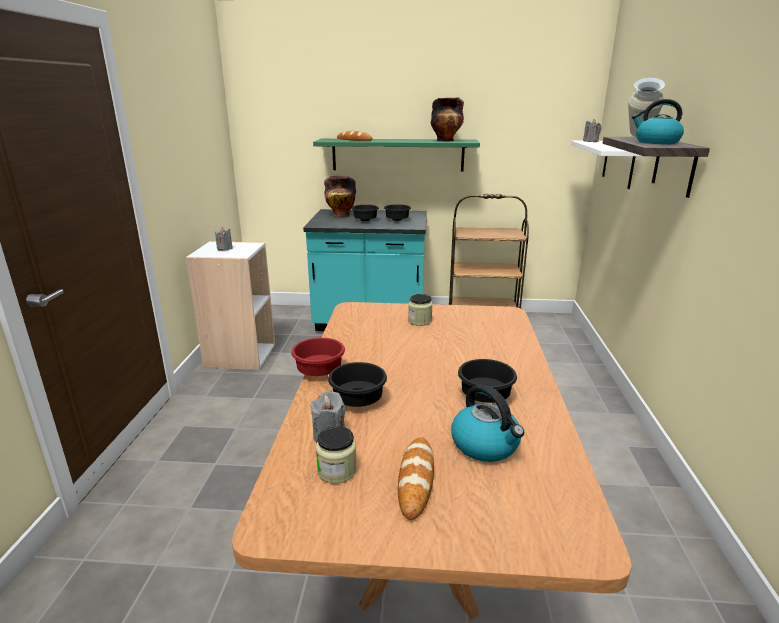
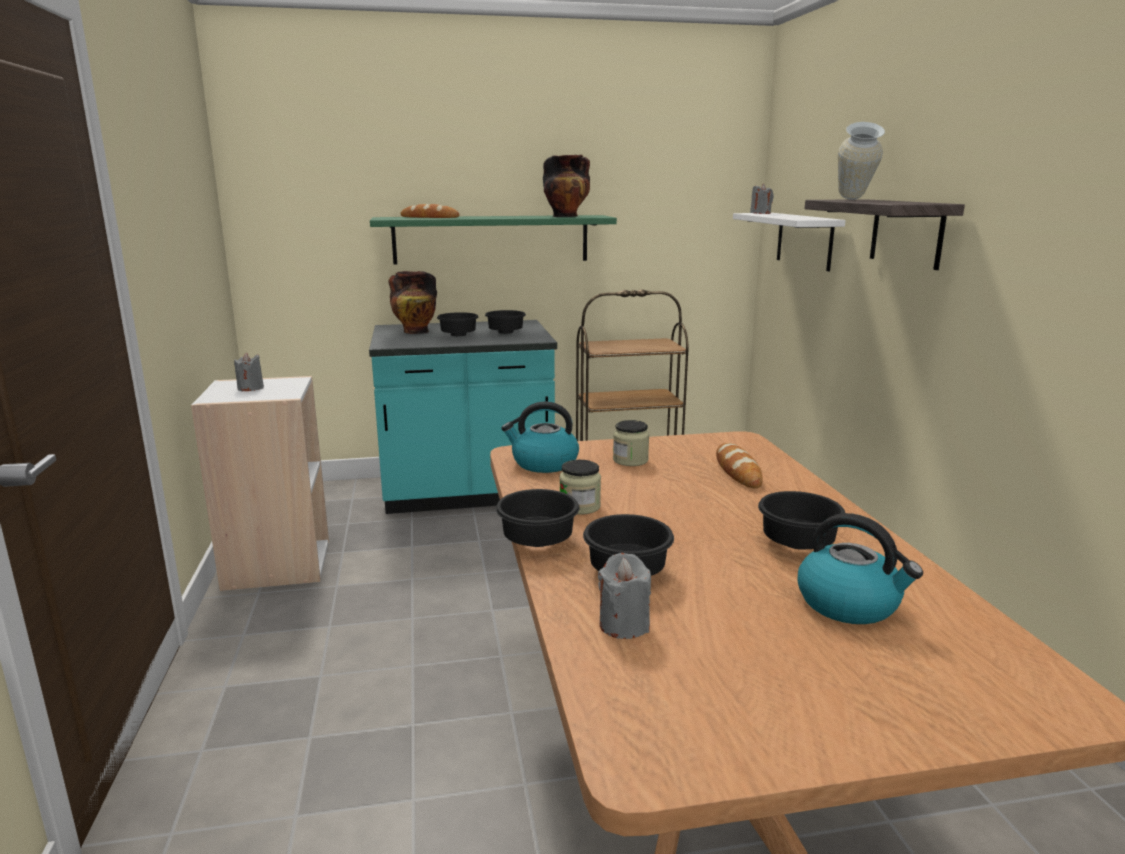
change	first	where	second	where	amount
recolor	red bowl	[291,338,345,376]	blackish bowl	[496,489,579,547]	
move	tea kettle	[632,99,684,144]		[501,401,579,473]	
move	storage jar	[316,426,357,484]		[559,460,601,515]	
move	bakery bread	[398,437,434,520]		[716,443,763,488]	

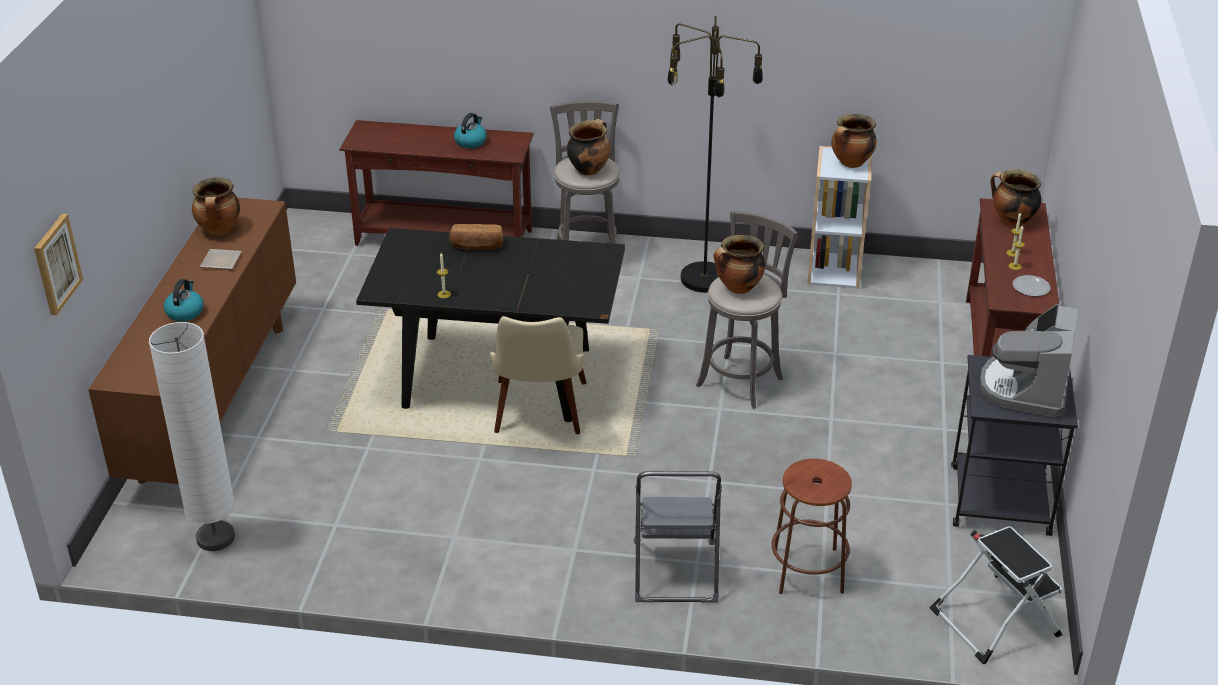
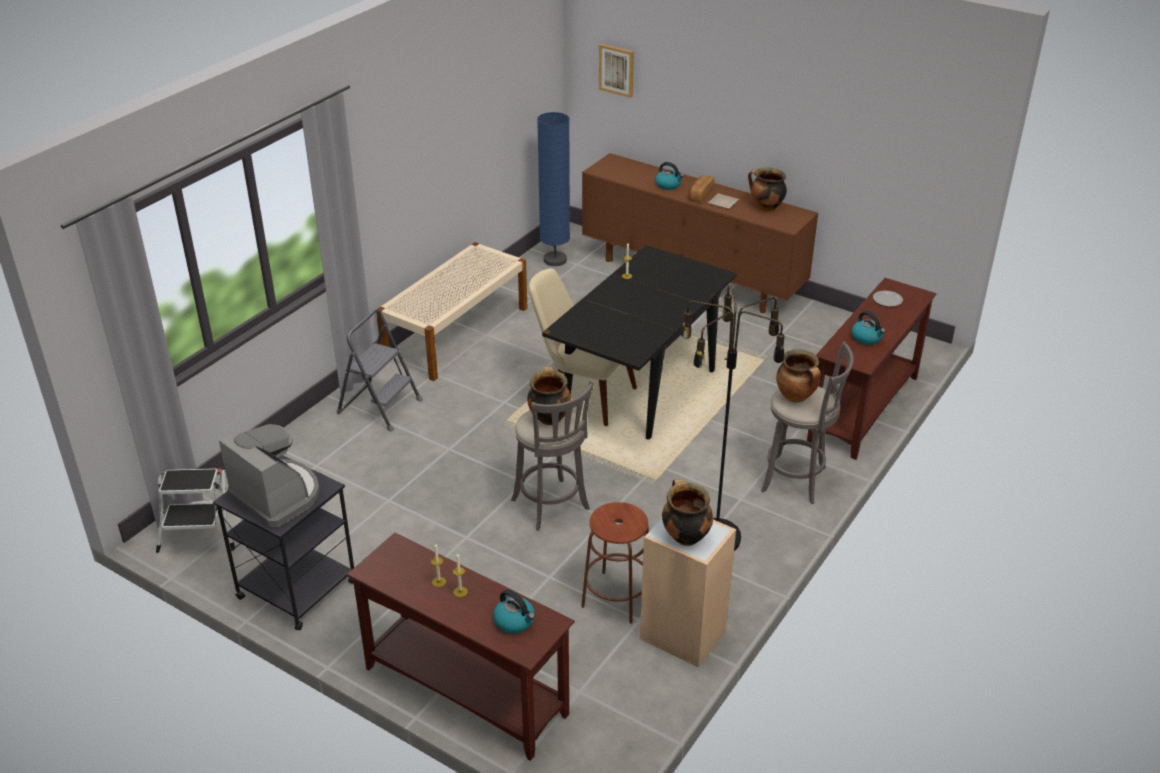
change	first	where	second	where	amount
insert			beige bench	[376,242,527,381]	
replace	cooking pot	[990,169,1041,226]	tea kettle	[493,590,535,634]	
recolor	white-coloured standing lamp	[149,322,235,551]	bluish standing lamp	[537,112,570,266]	
move	brown-coloured stool	[772,459,852,594]		[581,502,649,624]	
move	bakery bread	[449,224,503,250]		[689,175,714,202]	
move	plate	[1013,275,1051,296]		[873,291,903,307]	

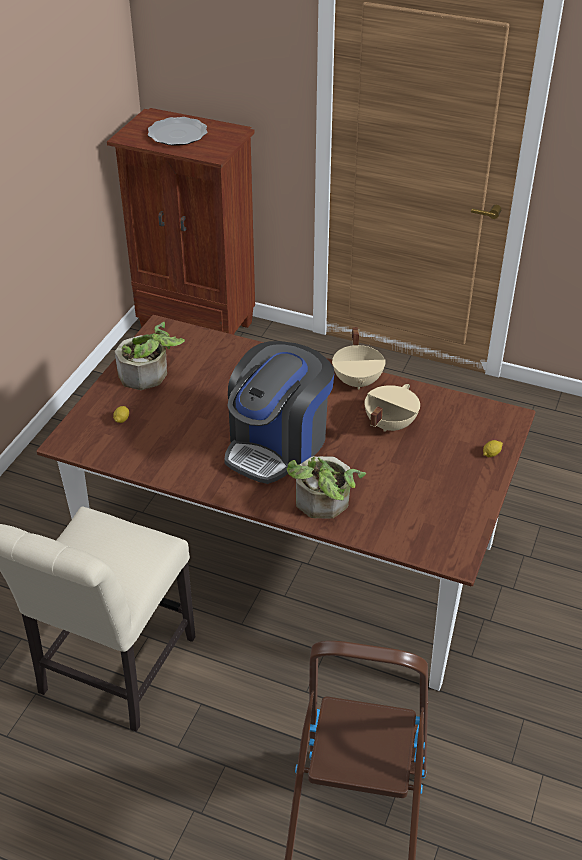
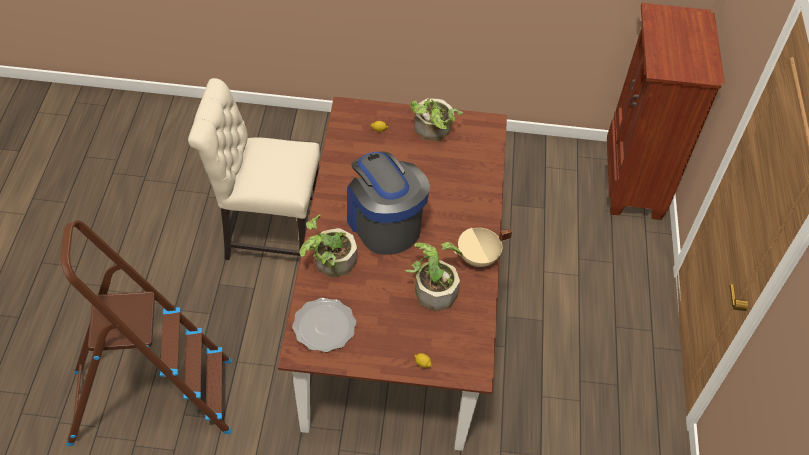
change	first	where	second	where	amount
move	plate	[148,117,207,146]		[292,298,356,352]	
rotate	coffee maker	[224,341,335,484]		[347,151,430,255]	45 degrees clockwise
replace	beige cooking pot	[364,384,420,432]	houseplant	[405,242,463,311]	

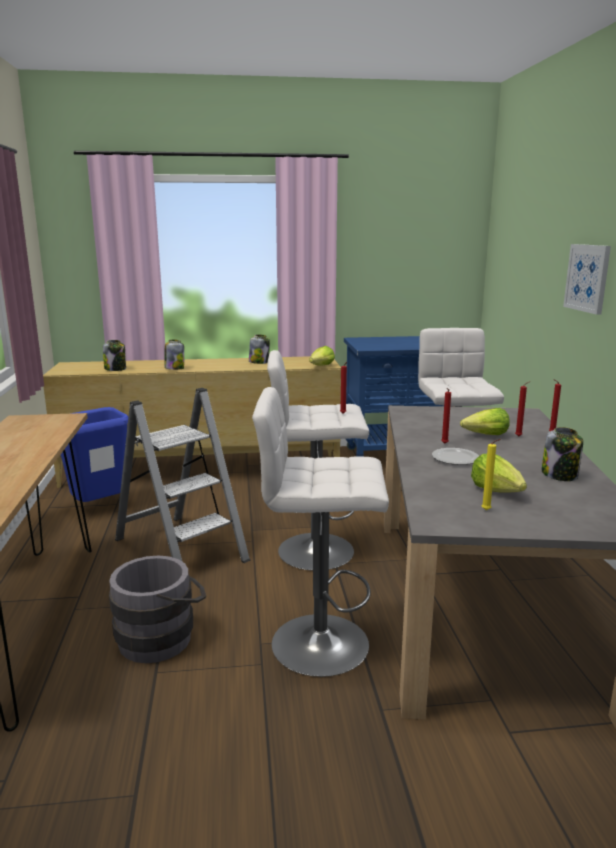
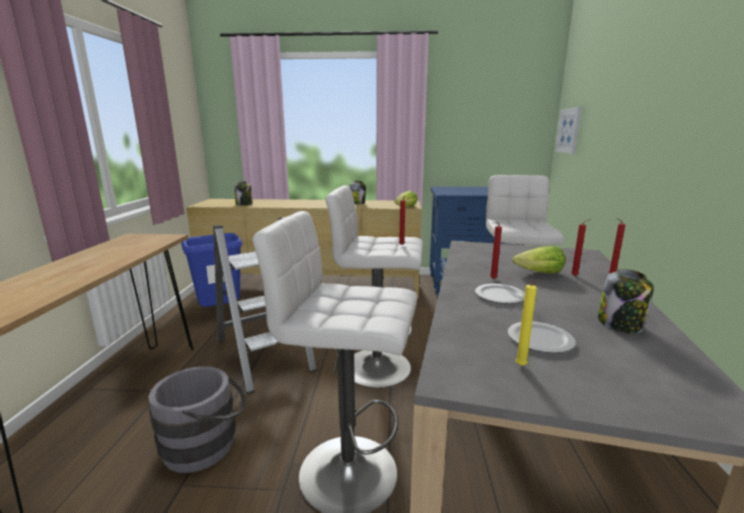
change	first	where	second	where	amount
replace	lettuce	[471,454,527,493]	plate	[508,322,576,353]	
move	picture	[563,244,611,315]		[555,107,582,154]	
delete	storage jar	[164,340,184,370]			

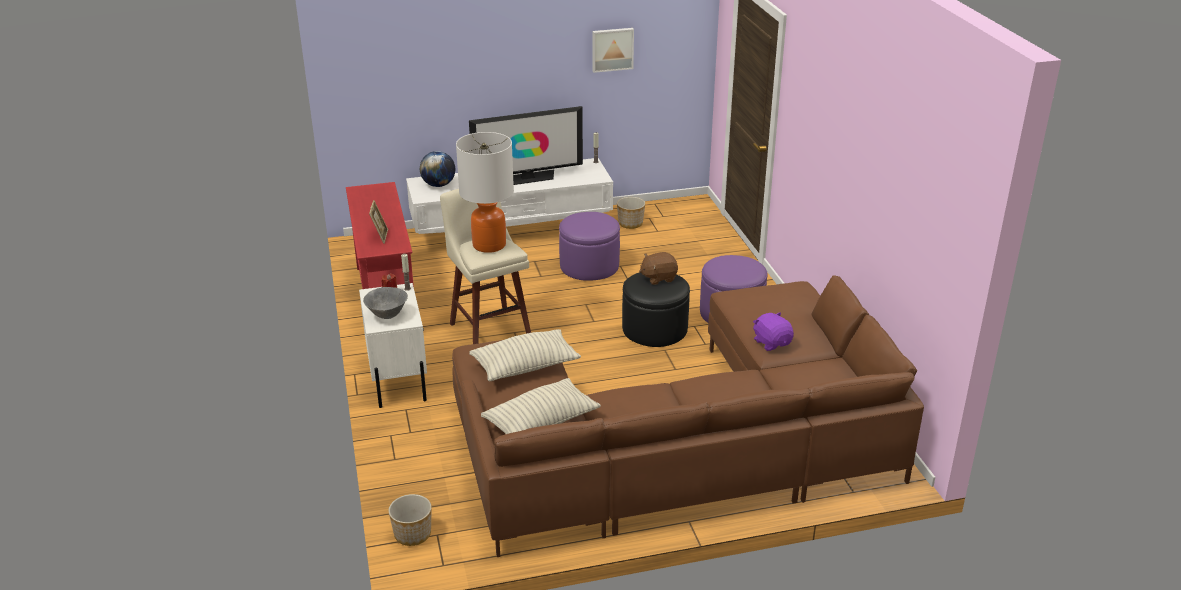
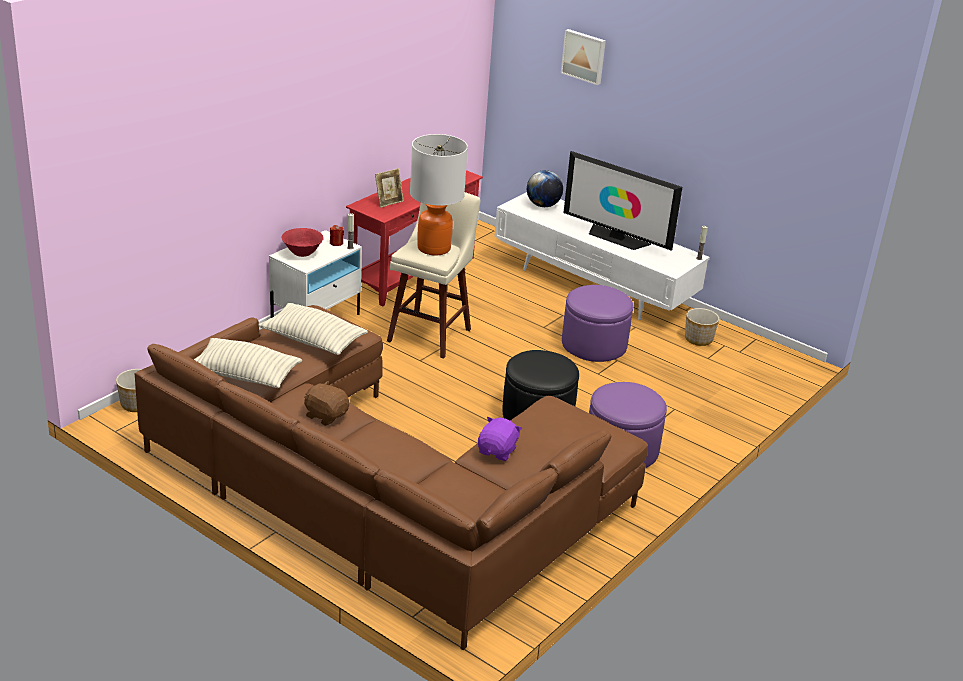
change	first	where	second	where	amount
recolor	gray bowl	[363,287,408,319]	red bowl	[282,228,324,257]	
move	brown-coloured plush toy	[639,252,678,285]		[304,381,349,426]	
move	picture	[592,28,634,73]		[561,29,606,85]	

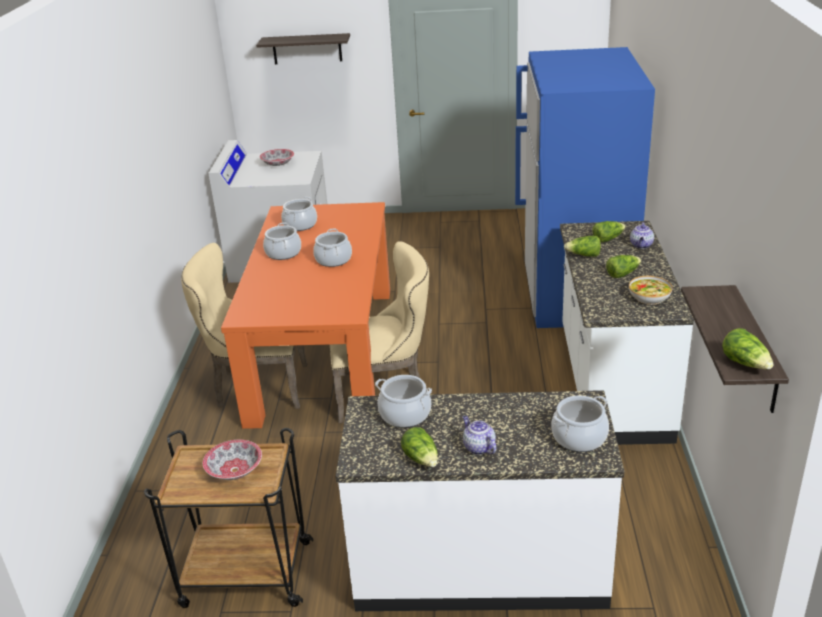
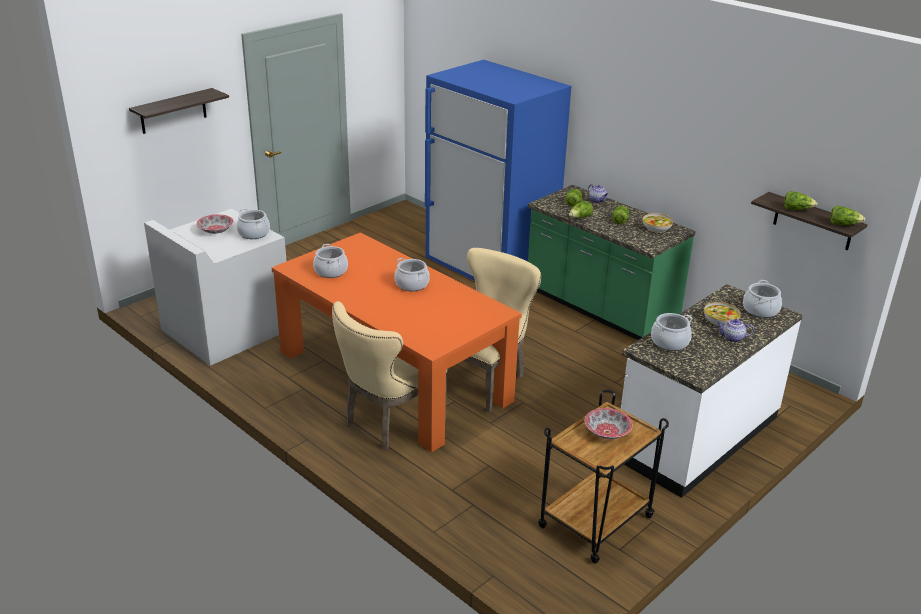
change	first	where	second	where	amount
move	cooking pot	[263,223,301,260]		[236,209,270,239]	
recolor	white-coloured counter	[560,221,694,445]	green-coloured counter	[528,185,696,340]	
insert			bowl	[704,302,741,326]	
move	lettuce	[401,427,438,467]		[784,191,818,210]	

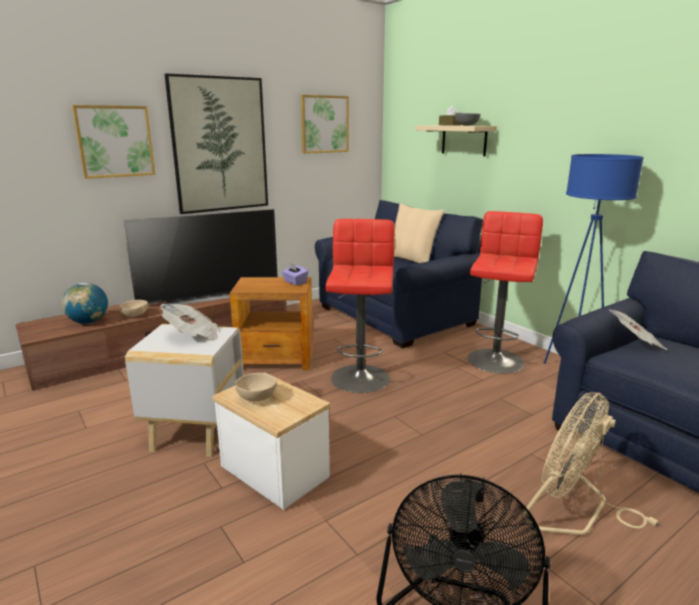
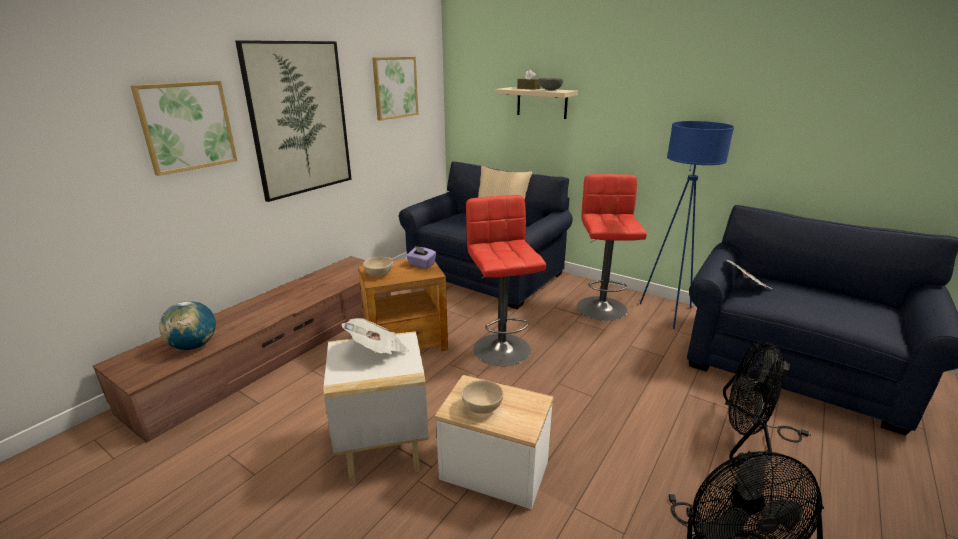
change	first	where	second	where	amount
move	beige bowl	[119,300,148,317]		[363,257,393,276]	
recolor	beige electric fan	[524,392,659,535]	blackish electric fan	[723,342,809,467]	
delete	TV	[123,209,278,304]			

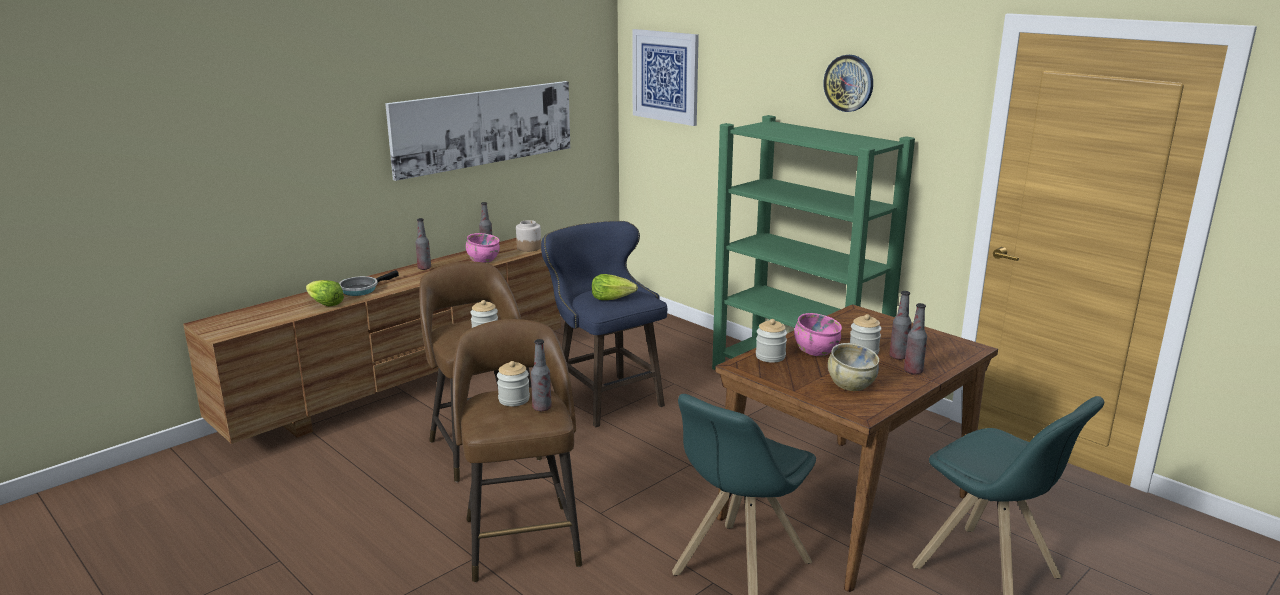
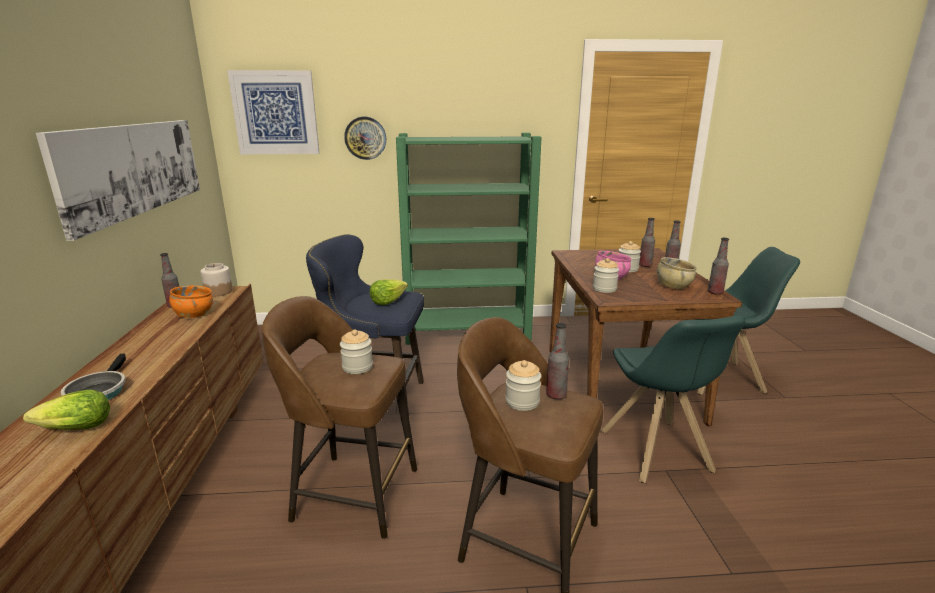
change	first	where	second	where	amount
recolor	pink-coloured bowl	[466,233,500,263]	orange-coloured bowl	[169,286,213,318]	
move	wall clock	[823,55,873,112]		[344,117,386,160]	
move	bottle	[416,218,431,270]		[708,238,729,295]	

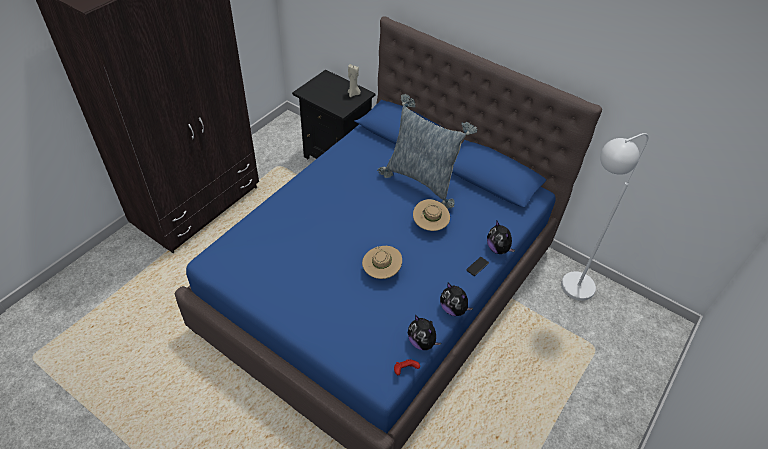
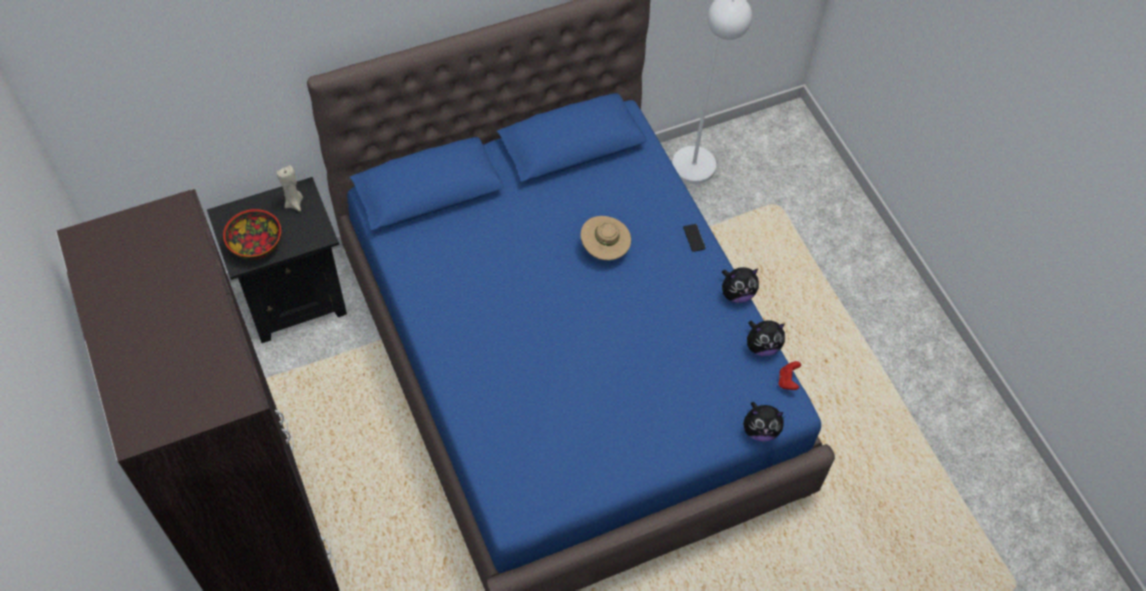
change	first	where	second	where	amount
insert			bowl	[223,209,281,260]	
move	plush toy	[487,220,515,254]		[743,402,784,441]	
delete	beige hat	[362,246,402,279]			
delete	cushion	[377,94,477,209]			

